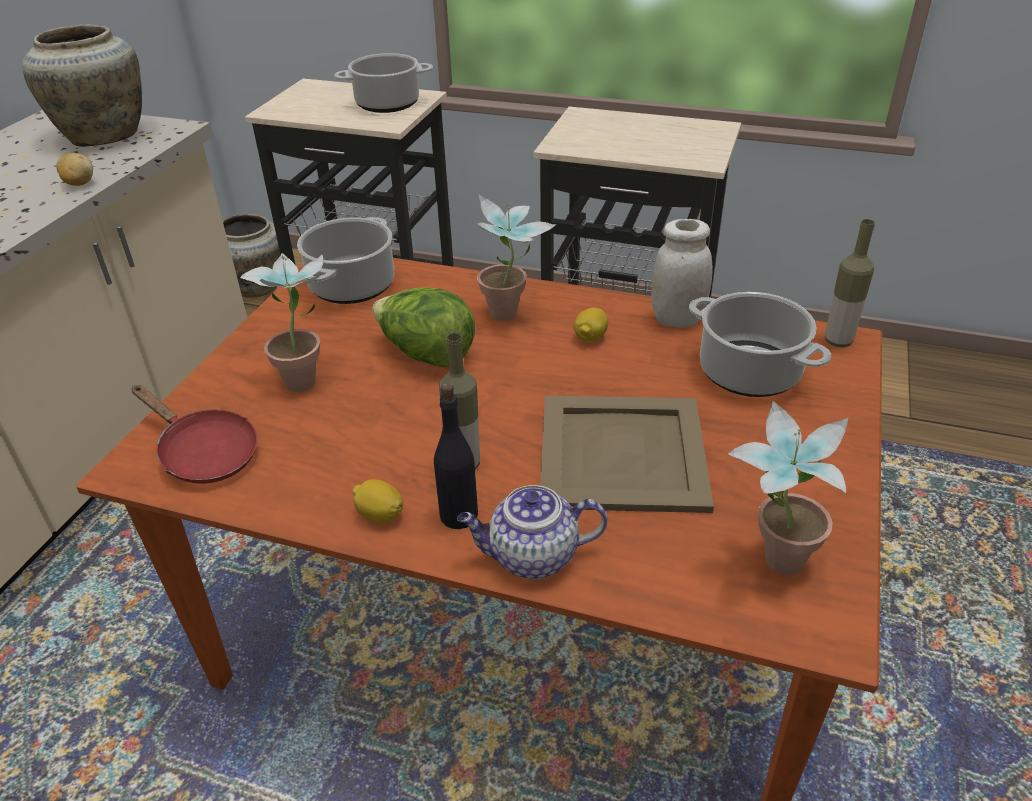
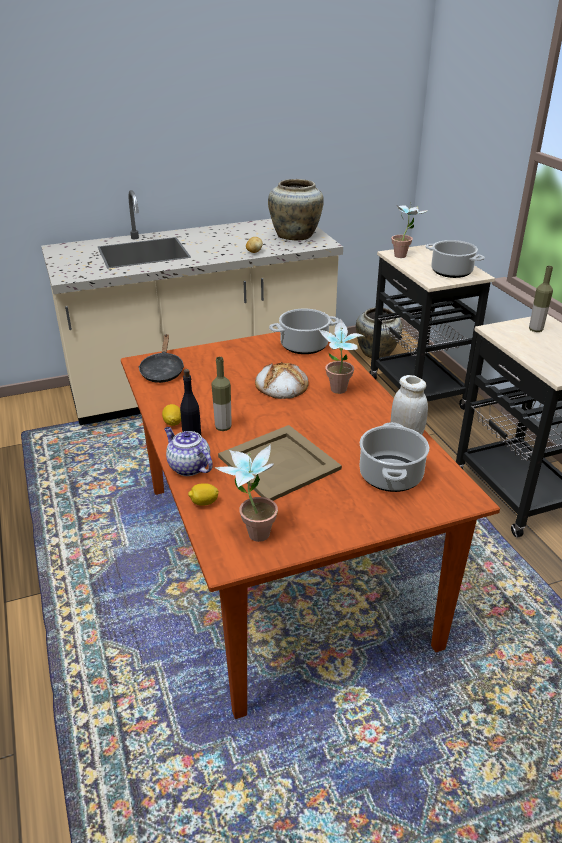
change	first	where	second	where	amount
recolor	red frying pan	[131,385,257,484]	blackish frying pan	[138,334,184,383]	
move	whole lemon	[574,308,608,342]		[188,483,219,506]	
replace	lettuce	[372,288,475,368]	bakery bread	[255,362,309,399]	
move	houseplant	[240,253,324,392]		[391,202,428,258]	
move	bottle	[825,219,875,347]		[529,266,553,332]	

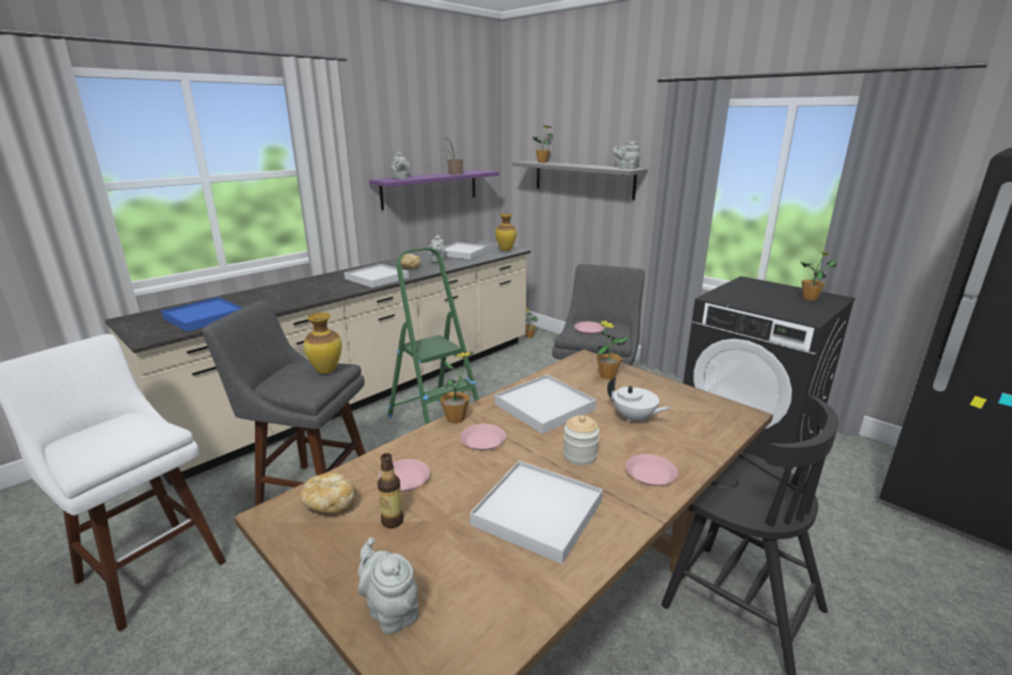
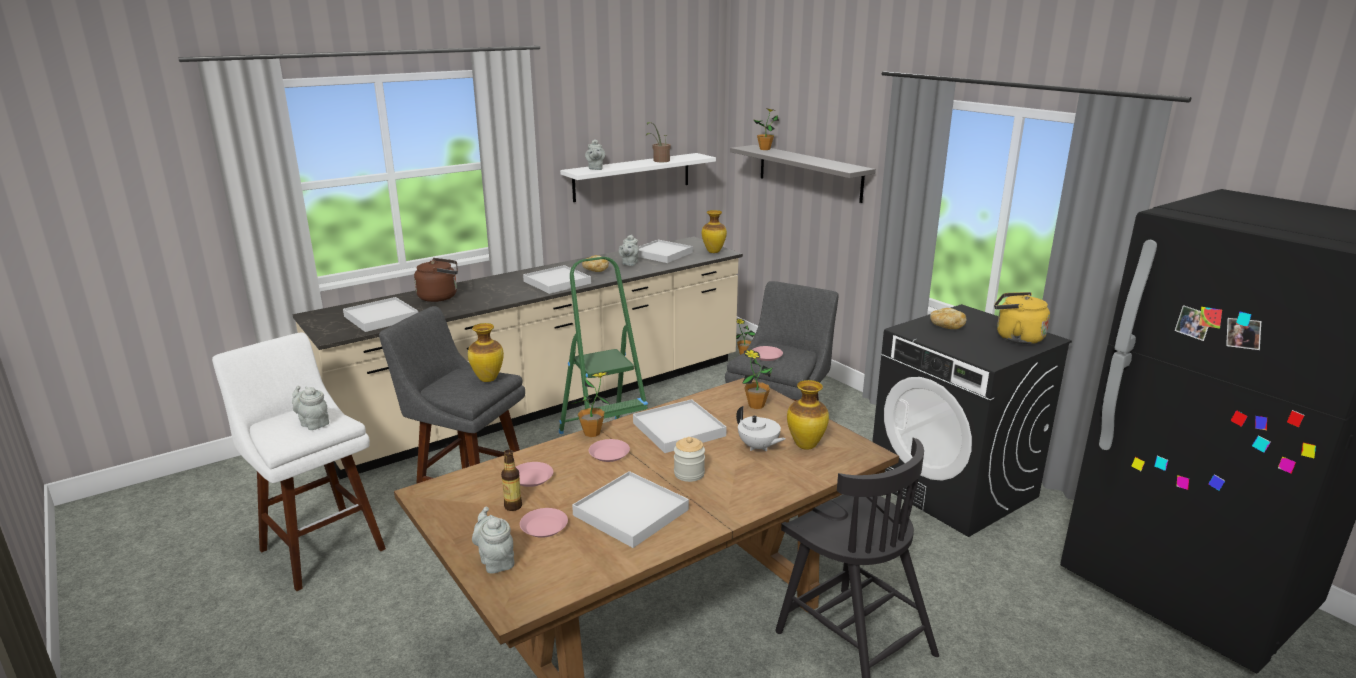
change	first	where	second	where	amount
move	gray teapot	[613,141,640,169]		[292,386,329,430]	
recolor	bluish carrying tray	[161,297,243,332]	white-coloured carrying tray	[343,297,418,332]	
insert			brown-coloured tea kettle	[414,258,458,302]	
move	pink-coloured plate	[626,454,678,486]		[520,508,568,538]	
recolor	purplish shelf	[369,170,499,210]	white-coloured shelf	[560,153,716,202]	
insert			decorative vase	[787,380,829,450]	
move	bakery bread	[299,473,356,514]		[930,308,967,329]	
replace	houseplant	[800,250,836,301]	yellowish tea kettle	[994,292,1050,344]	

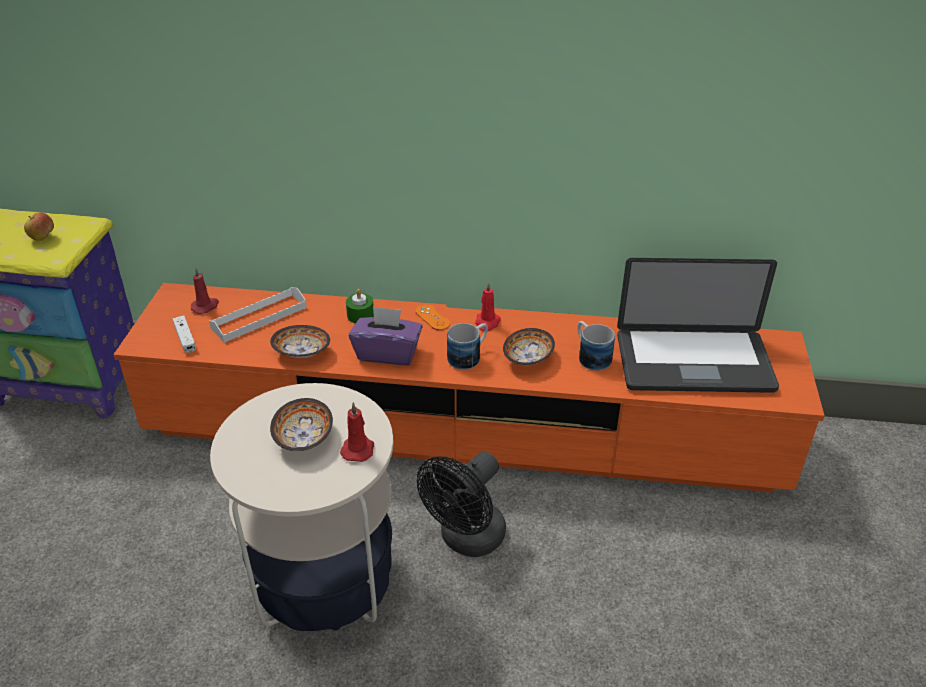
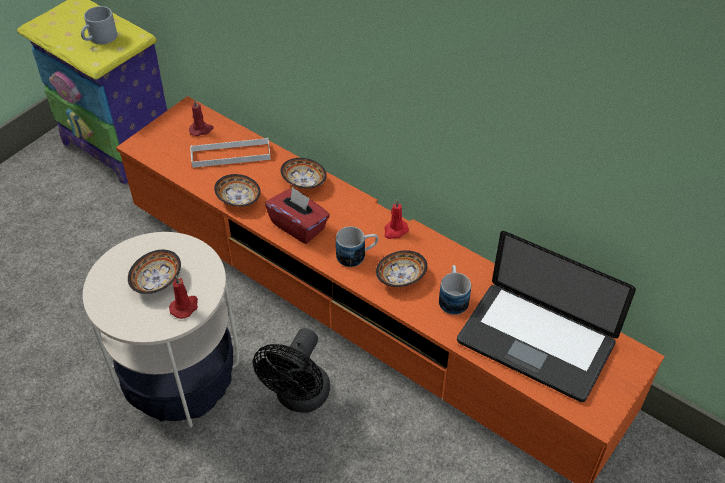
change	first	where	second	where	amount
replace	whole apple	[24,212,54,241]	gray coffee mug	[81,6,117,44]	
rotate	blackish electric fan	[416,451,506,557]		[253,328,330,413]	45 degrees counterclockwise
recolor	purplish tissue holder	[349,306,423,365]	red tissue holder	[265,186,330,244]	
replace	green-coloured wax light	[346,289,374,324]	bowl	[280,158,327,189]	
delete	white-coloured joypad	[173,315,196,353]			
delete	orange-coloured joypad	[416,305,450,330]			

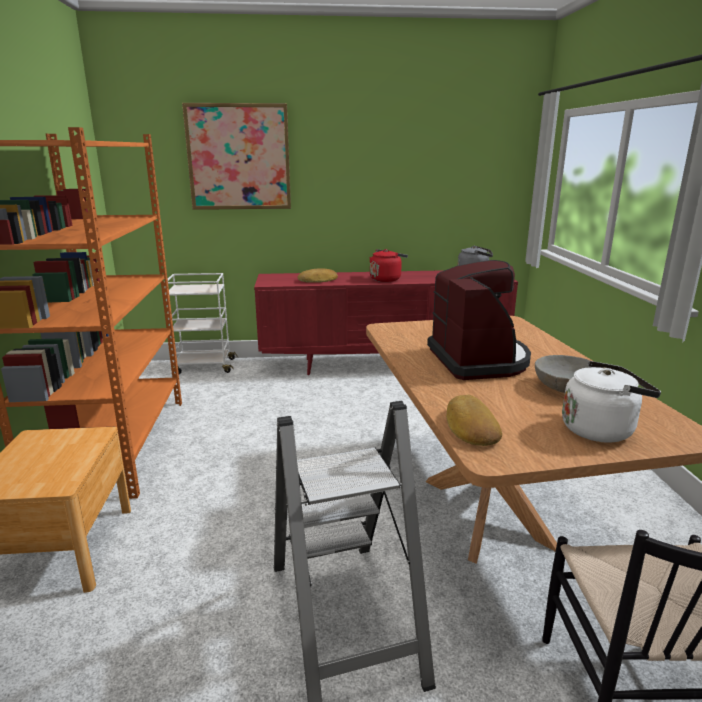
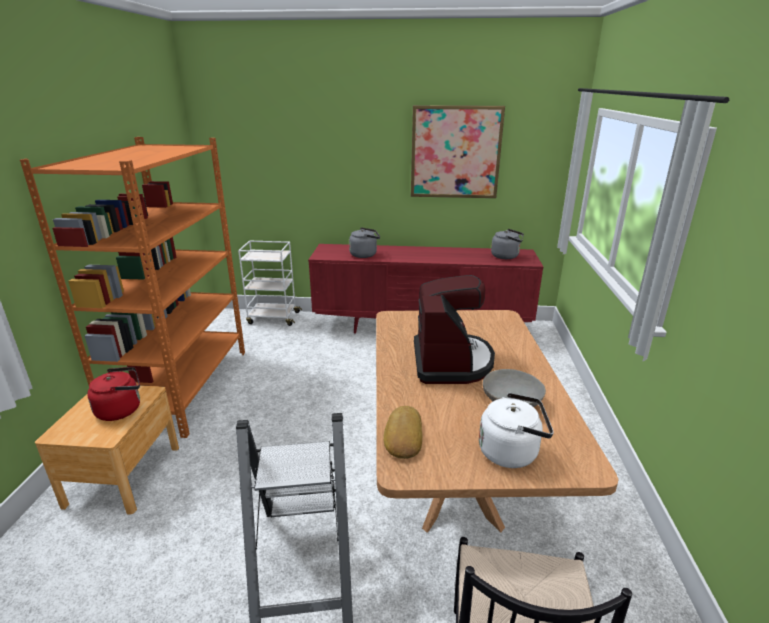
change	first	where	second	where	amount
move	red tea kettle	[369,249,408,282]		[87,367,140,421]	
replace	bakery bread	[297,268,338,283]	gray tea kettle	[349,228,380,258]	
move	picture	[182,103,291,210]		[411,105,505,198]	

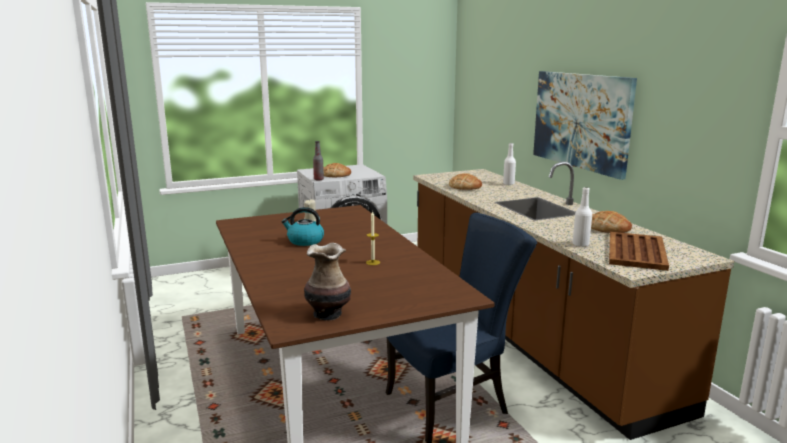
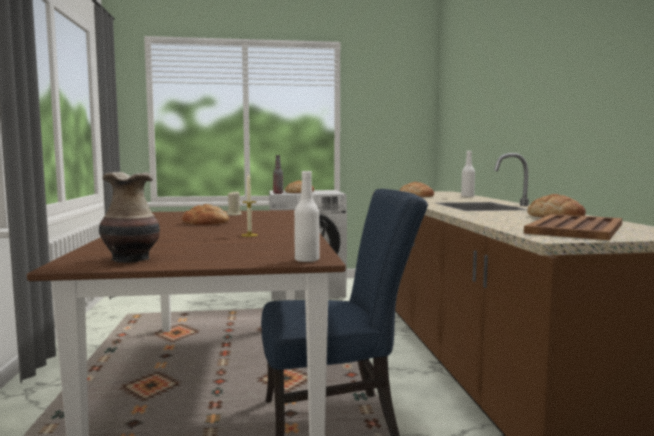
change	first	where	second	where	amount
replace	tea kettle	[281,207,324,246]	bakery bread	[182,204,229,225]	
move	white-coloured bottle	[572,187,592,247]		[294,171,319,262]	
delete	picture	[533,71,637,180]			

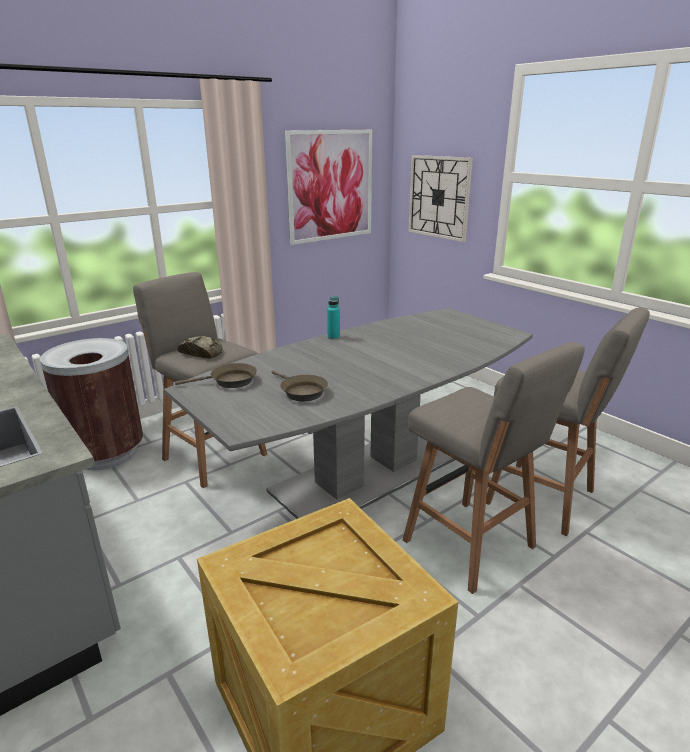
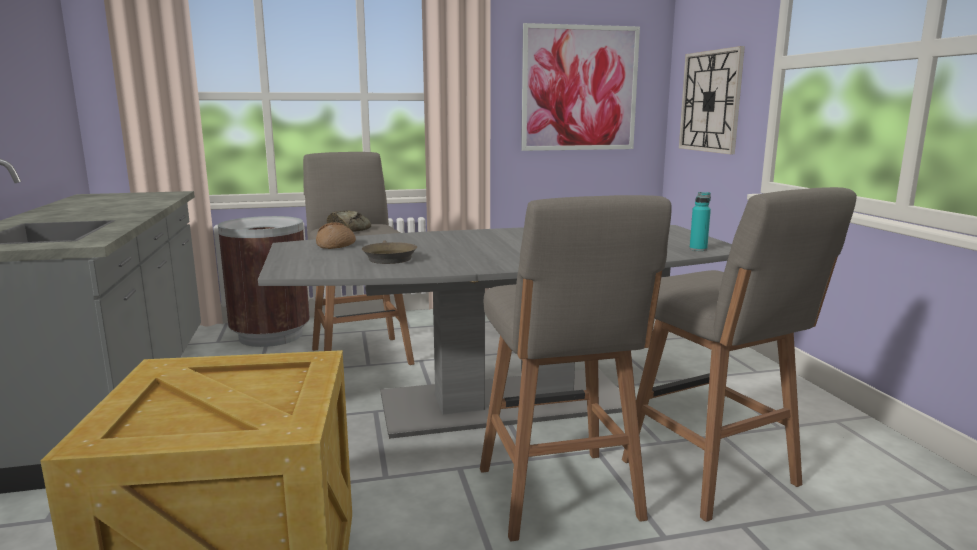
change	first	where	second	where	amount
replace	brown-coloured frying pan	[175,363,257,388]	bakery bread	[316,223,356,249]	
move	turquoise-coloured bottle	[327,296,340,340]		[689,192,711,251]	

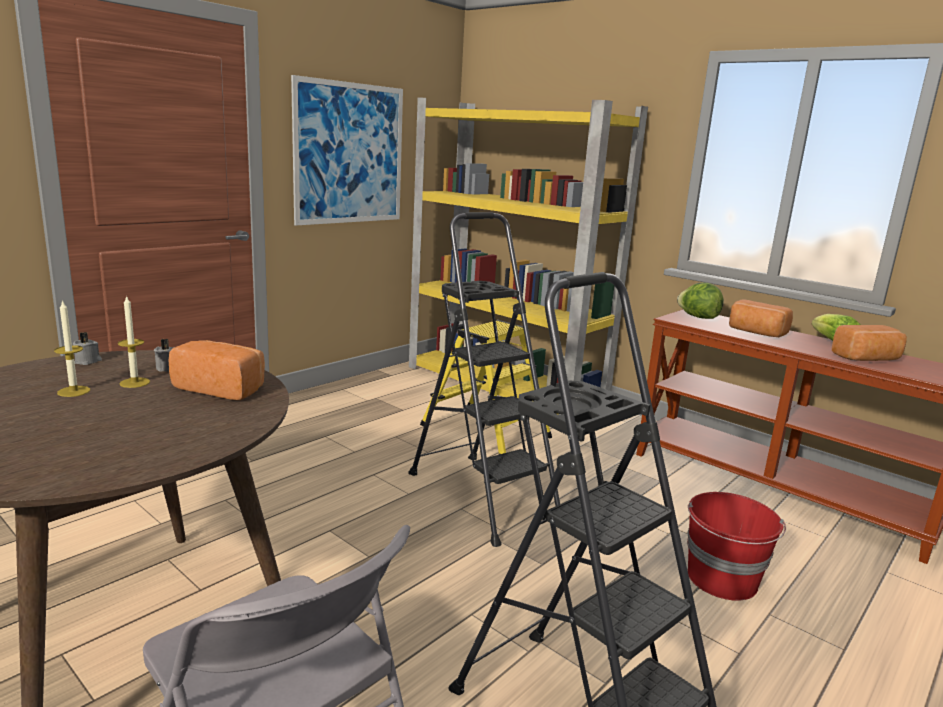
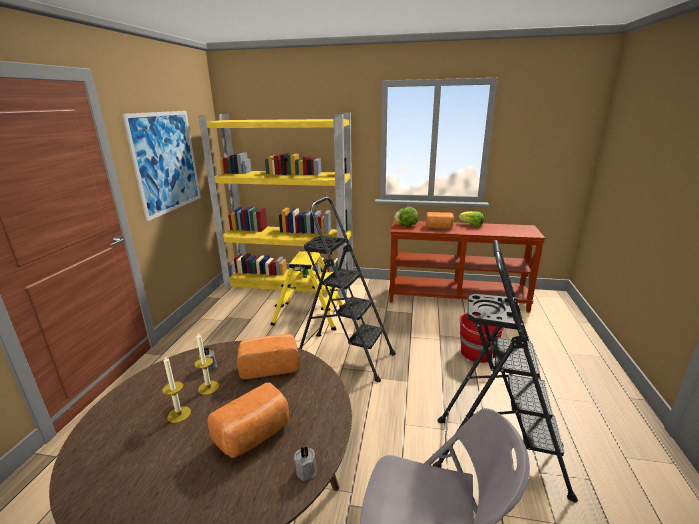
change	first	where	second	where	amount
move	bakery bread	[832,325,907,361]		[208,382,289,458]	
move	gray wax light	[73,332,102,365]		[294,446,316,481]	

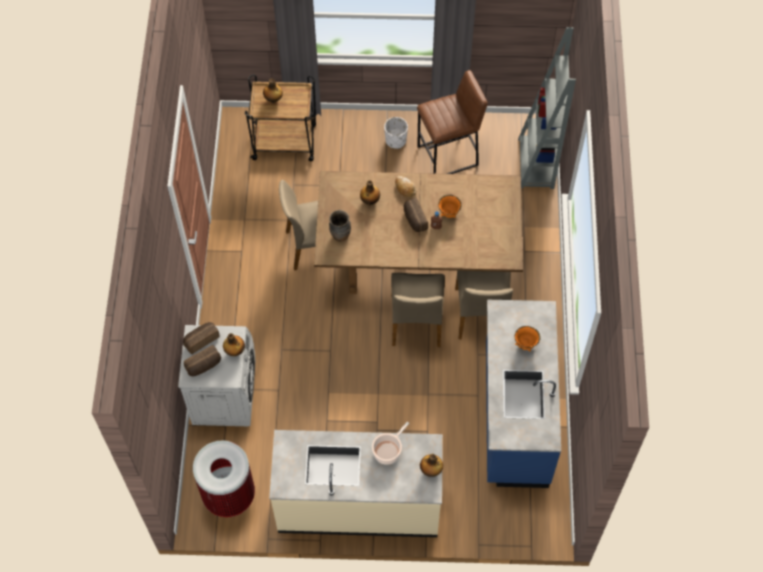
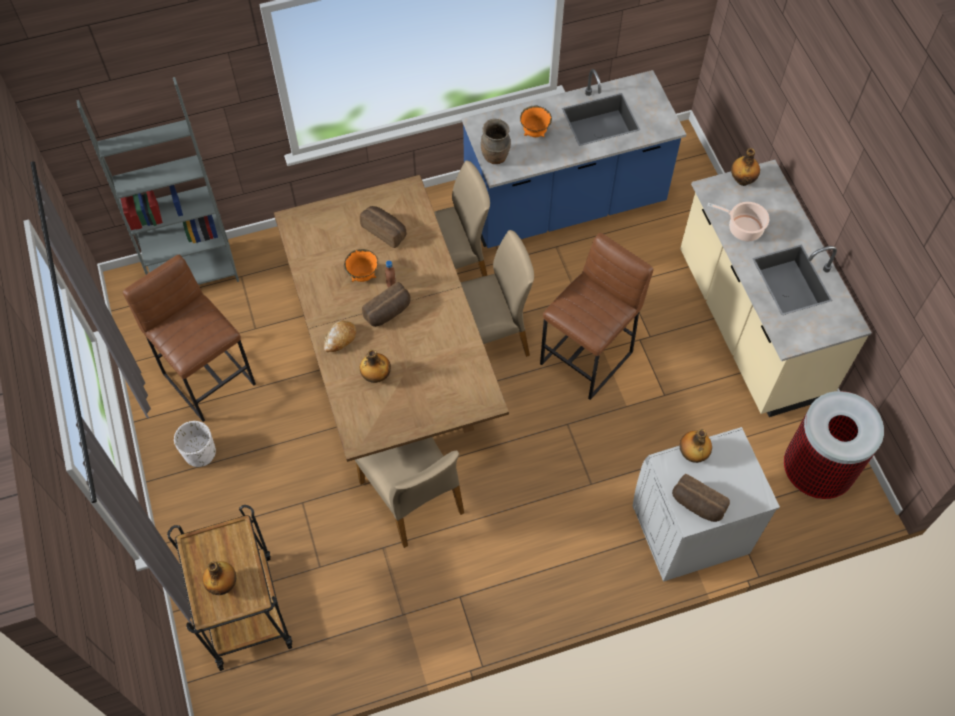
change	first	where	second	where	amount
move	bakery bread	[184,345,221,376]		[360,206,407,248]	
move	brown-coloured decorative vase	[329,210,351,242]		[481,119,511,164]	
insert			brown-coloured stool	[540,233,653,400]	

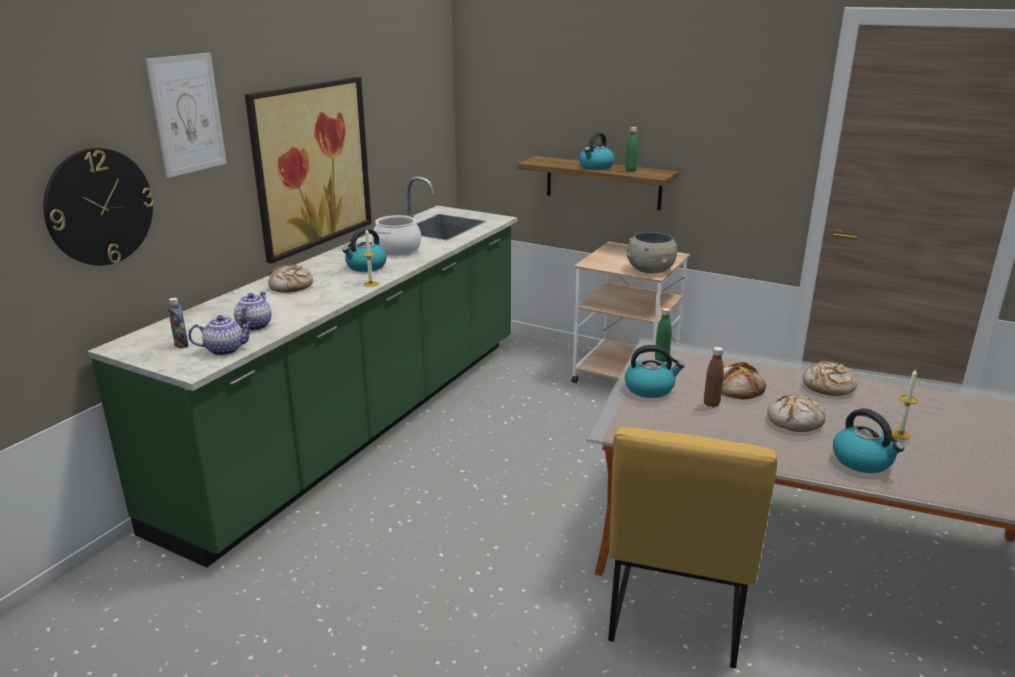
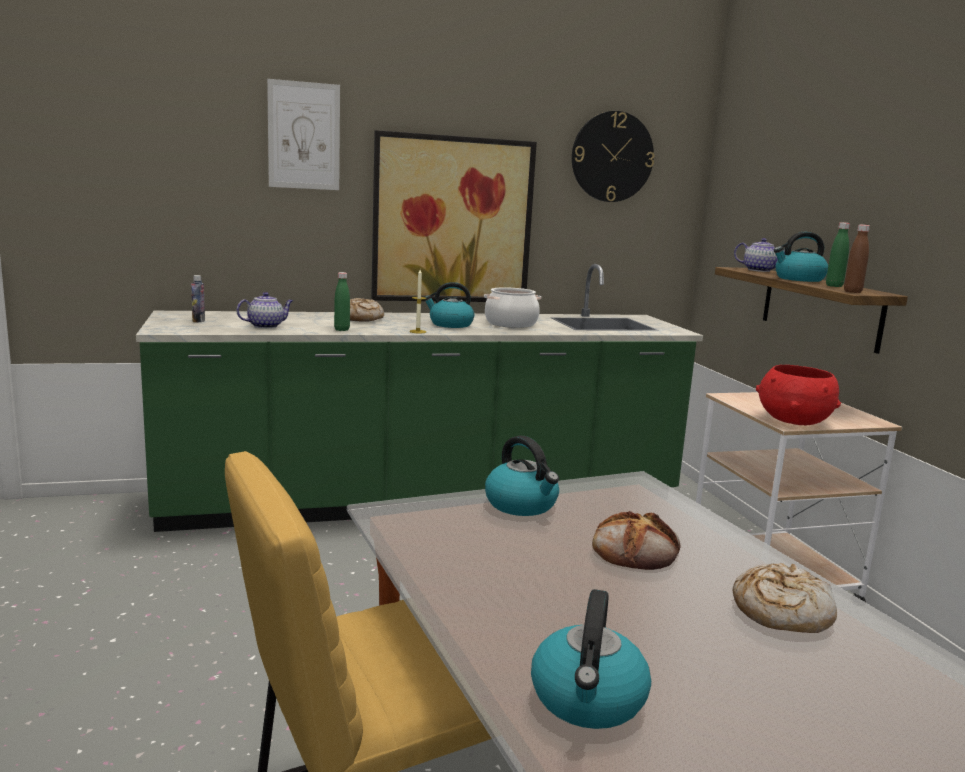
change	first	where	second	where	amount
move	green-coloured bottle	[655,308,672,362]		[334,272,350,331]	
move	wall clock	[43,148,155,266]		[572,111,654,202]	
move	teapot	[188,315,254,356]		[734,238,785,272]	
recolor	gray bowl	[627,232,677,273]	red bowl	[756,365,841,425]	
move	brown-coloured bottle	[704,347,724,407]		[844,225,870,293]	
delete	bakery bread	[767,395,826,432]			
delete	wax light	[891,369,918,440]			

